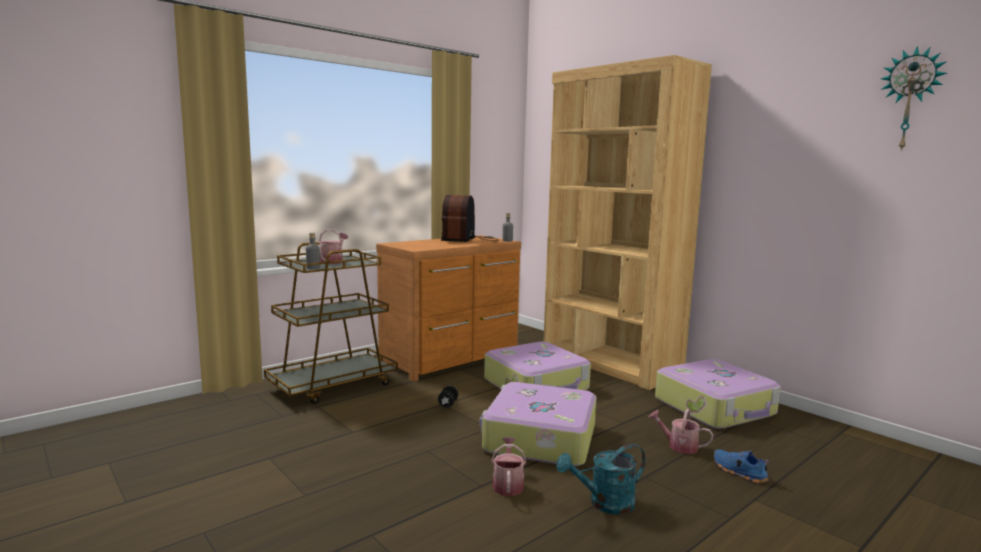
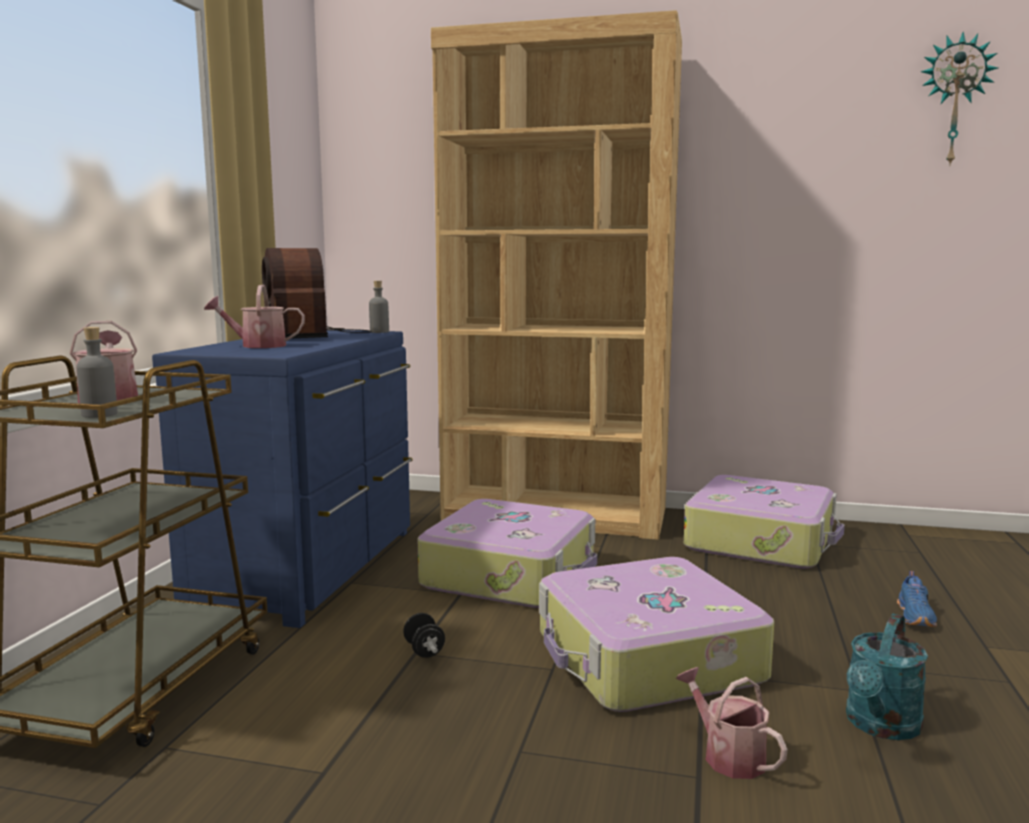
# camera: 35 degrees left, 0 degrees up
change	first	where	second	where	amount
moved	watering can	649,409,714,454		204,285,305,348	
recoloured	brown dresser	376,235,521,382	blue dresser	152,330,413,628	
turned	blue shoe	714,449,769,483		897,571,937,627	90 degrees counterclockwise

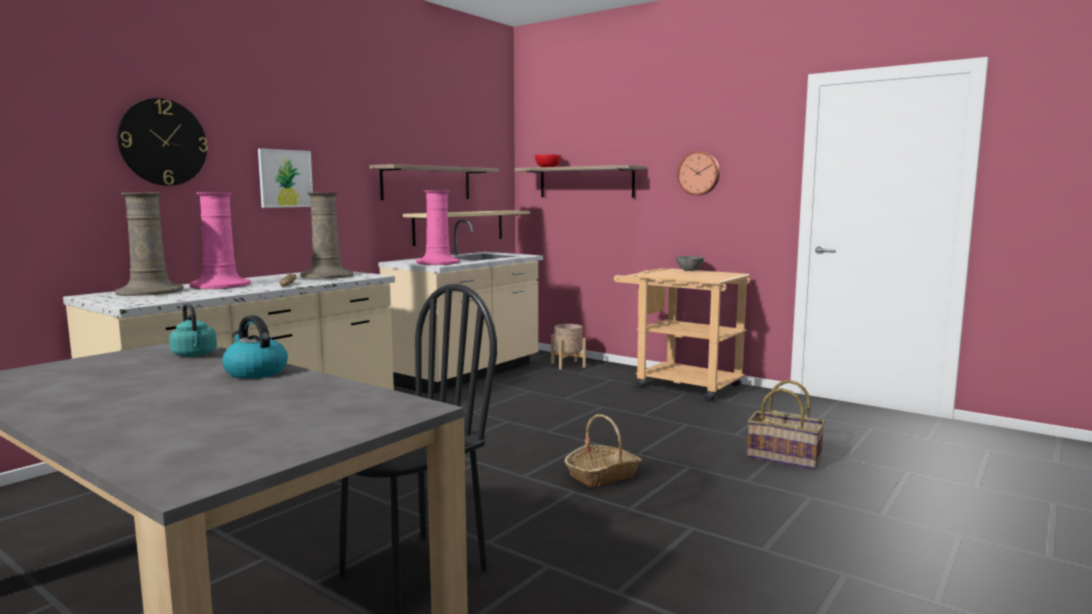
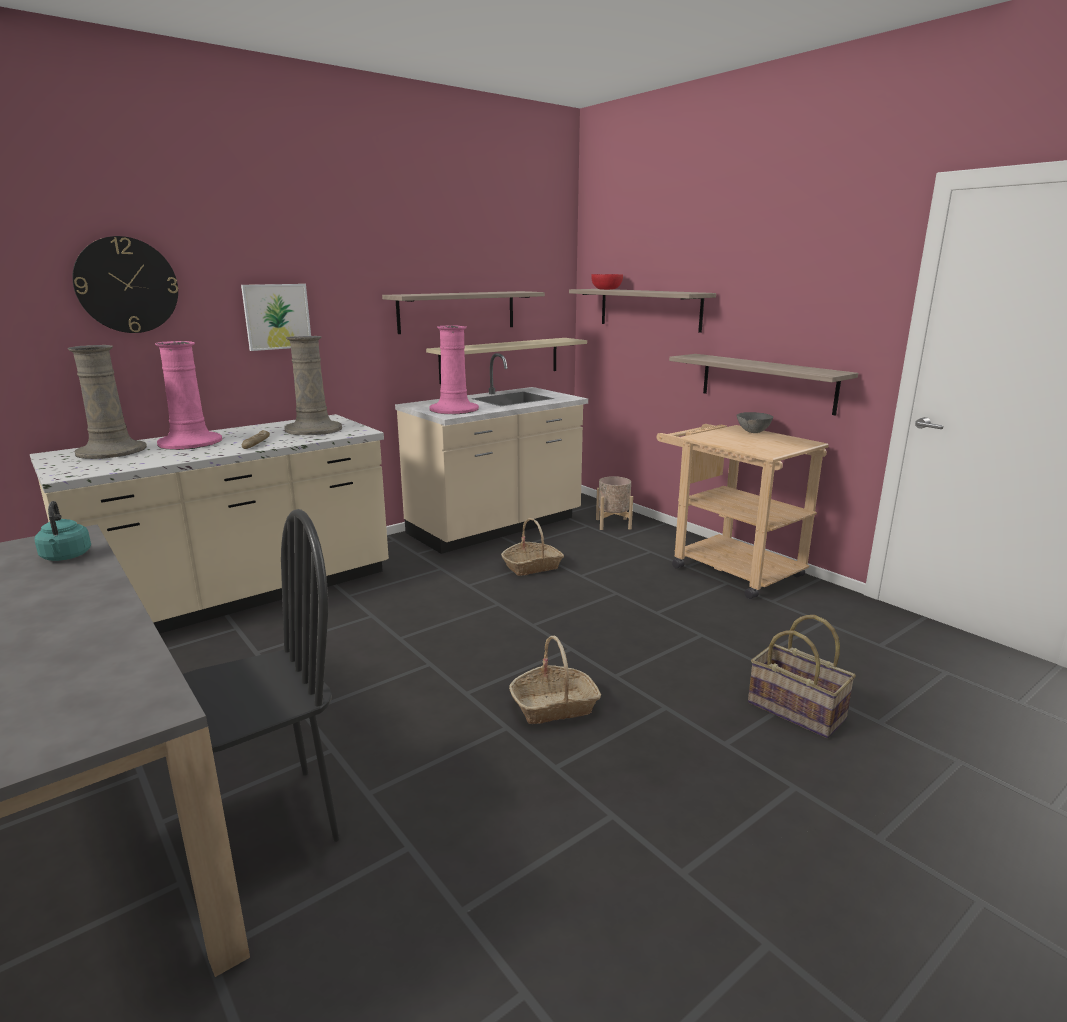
# camera: 15 degrees right, 10 degrees up
change	first	where	second	where	amount
removed	kettle	222,315,288,379			
removed	wall clock	677,151,720,195			
added			basket	501,518,564,576	
added			shelf	669,354,858,416	

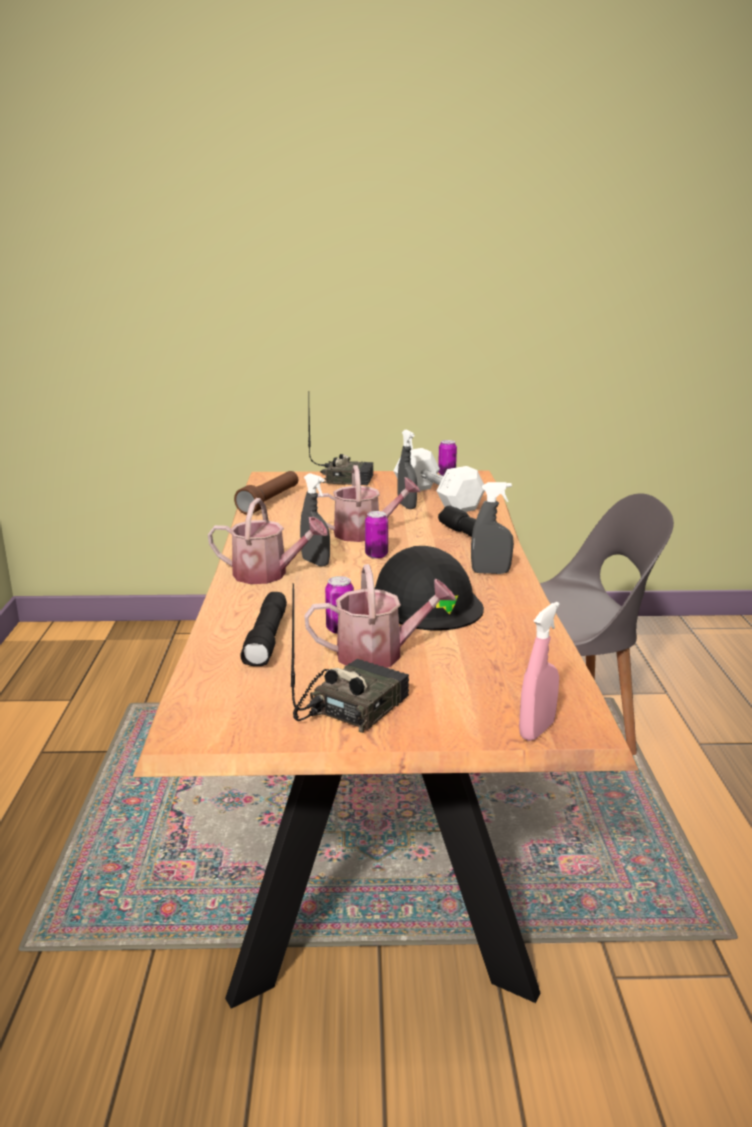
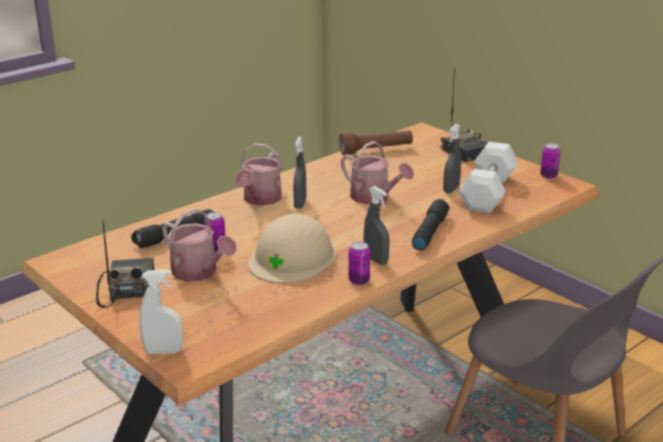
# camera: 50 degrees right, 5 degrees up
change	first	where	second	where	amount
moved	can	365,511,388,559		349,241,370,285	
recoloured	black hard hat	374,546,484,631	beige hard hat	248,214,336,284	
recoloured	pink spray bottle	519,602,560,741	white spray bottle	139,270,183,354	
turned	watering can	208,498,328,584		235,143,283,206	45 degrees clockwise
turned	radio	291,583,409,733		96,219,155,308	90 degrees counterclockwise

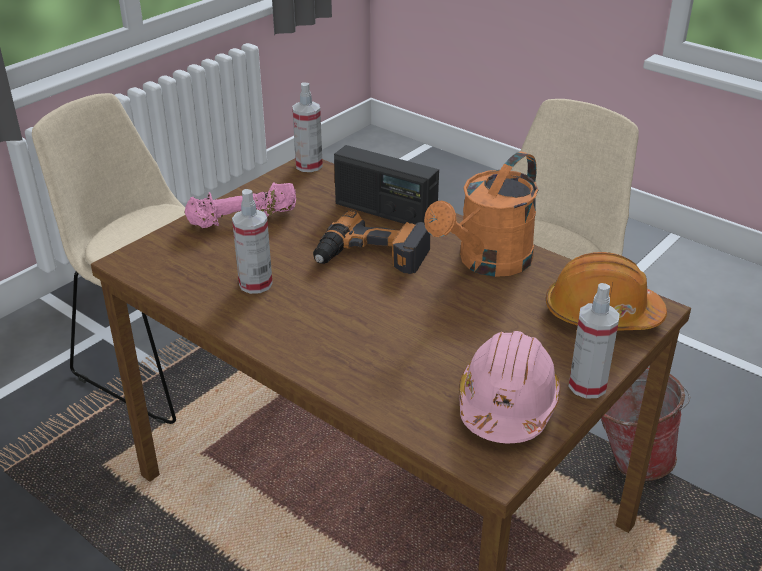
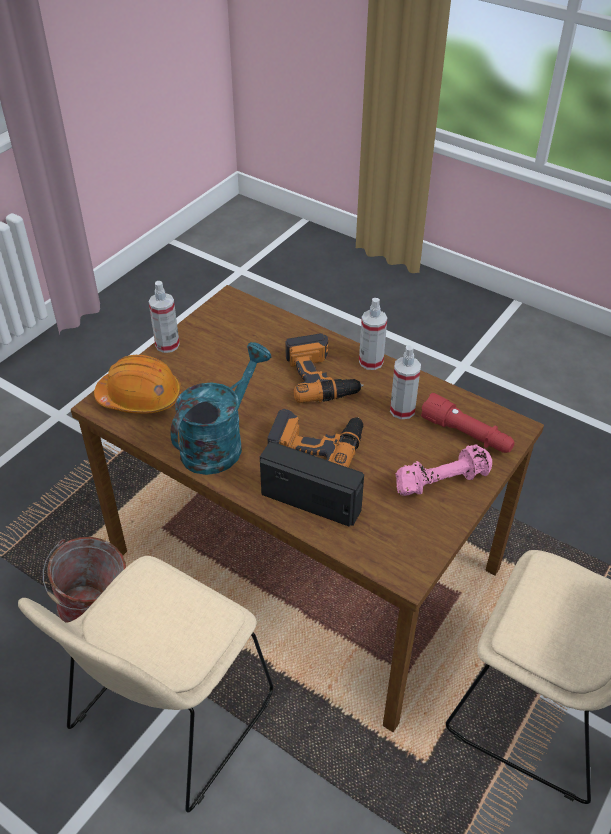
# camera: 175 degrees right, 10 degrees up
change	first	where	second	where	amount
removed	pink hard hat	459,331,560,443			
added			power drill	285,333,364,403	
added			red flashlight	421,393,515,453	
moved	spray bottle	292,83,323,172		359,298,387,370	
recoloured	orange watering can	424,151,538,277	turquoise watering can	170,342,271,475	

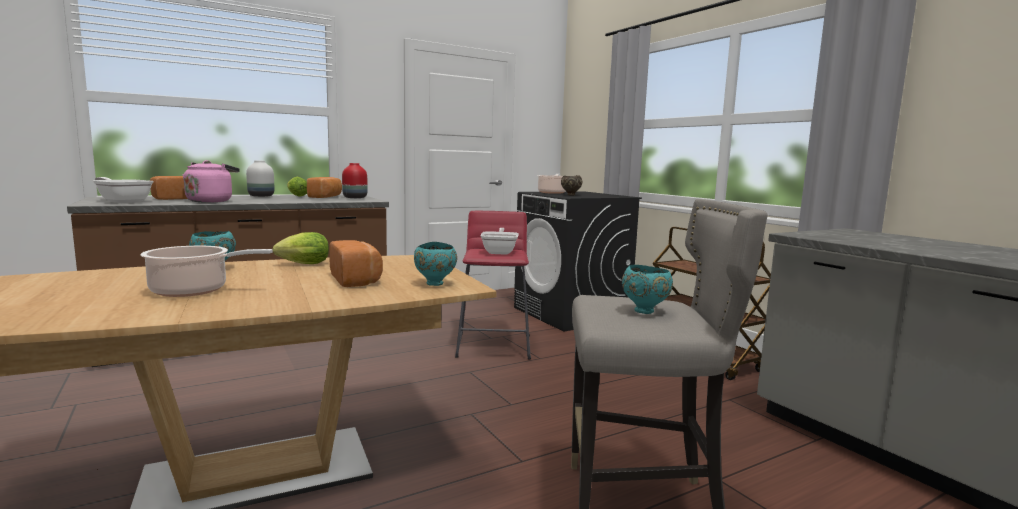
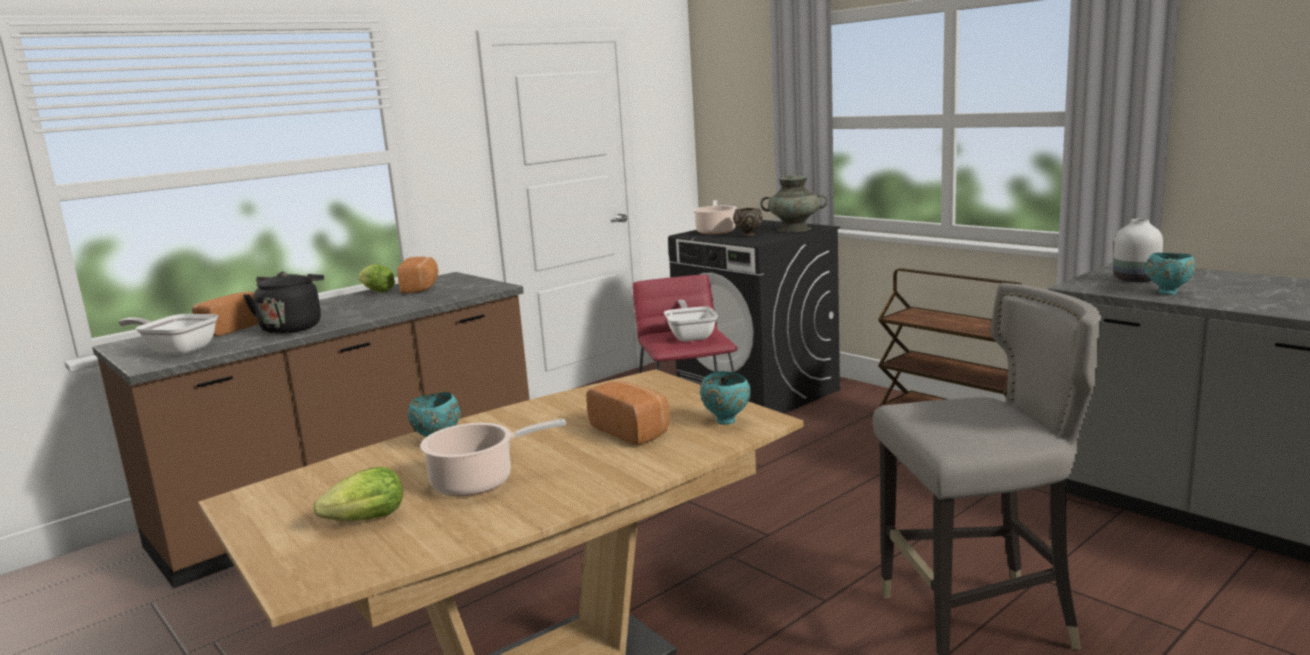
# camera: 10 degrees left, 5 degrees up
change	first	where	second	where	amount
removed	red vase	342,163,367,198			
added			turquoise vase	760,175,828,232	
moved	white vase	246,160,274,197		1113,219,1163,282	
moved	lettuce	273,232,329,264		314,467,403,521	
moved	turquoise bowl	622,265,673,314		1146,253,1195,295	
recoloured	pink kettle	182,160,240,202	black kettle	243,272,324,334	

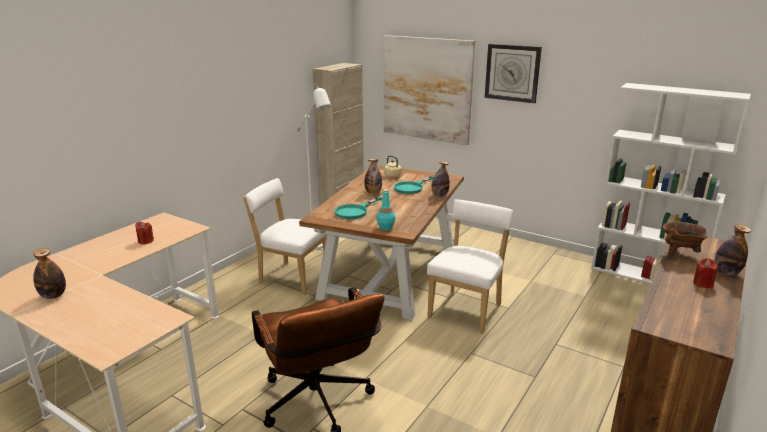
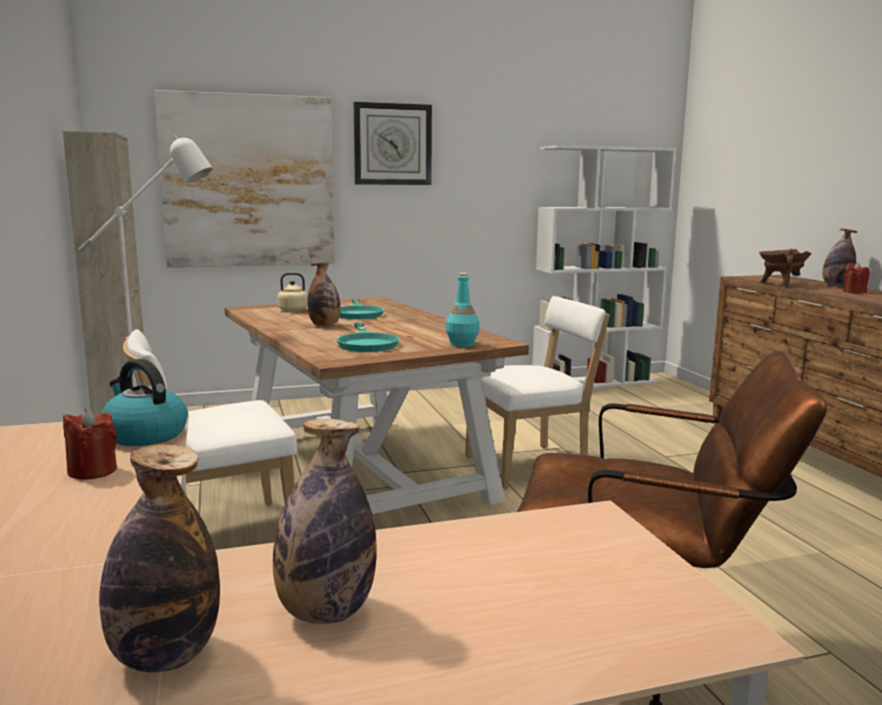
# camera: 50 degrees left, 10 degrees down
change	first	where	second	where	amount
added			kettle	101,359,188,446	
moved	bottle	431,161,450,197		273,419,377,624	
turned	white chair	427,199,513,333		465,296,610,489	90 degrees clockwise

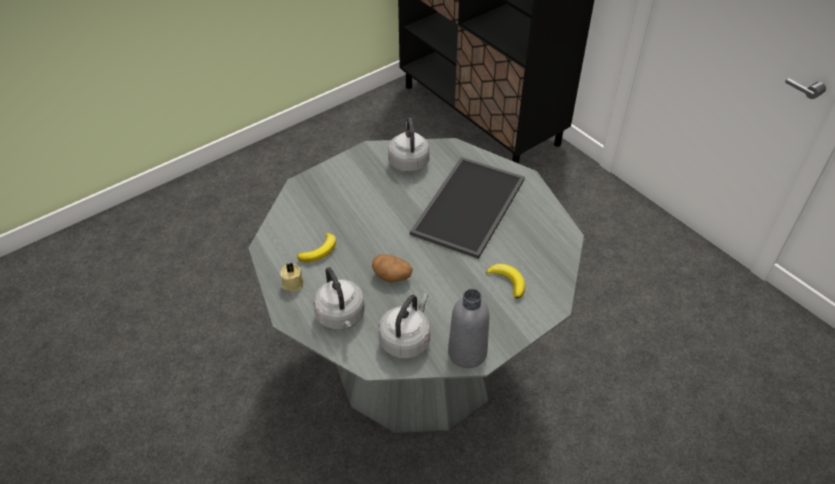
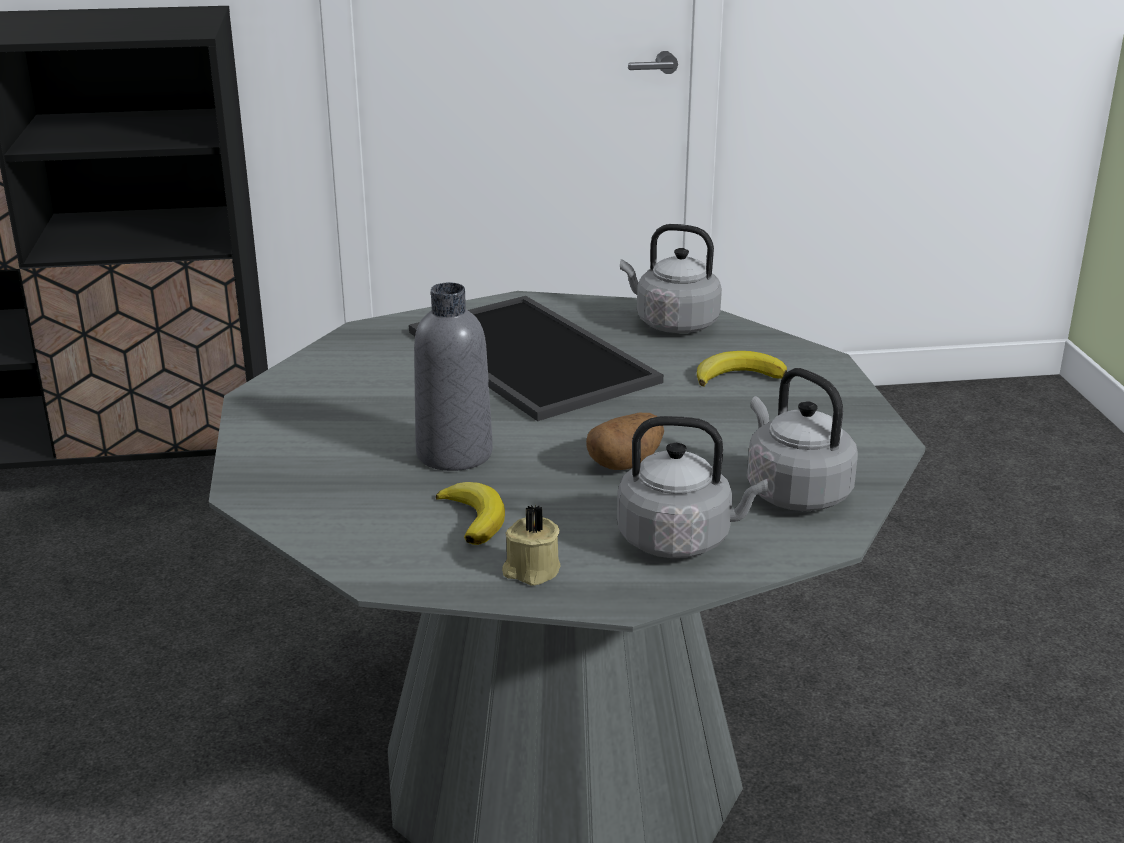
# camera: 60 degrees left, 20 degrees down
change	first	where	second	where	amount
moved	grey kettle	388,117,430,173		620,224,722,333	
moved	grey bottle	448,289,490,368		414,283,493,471	

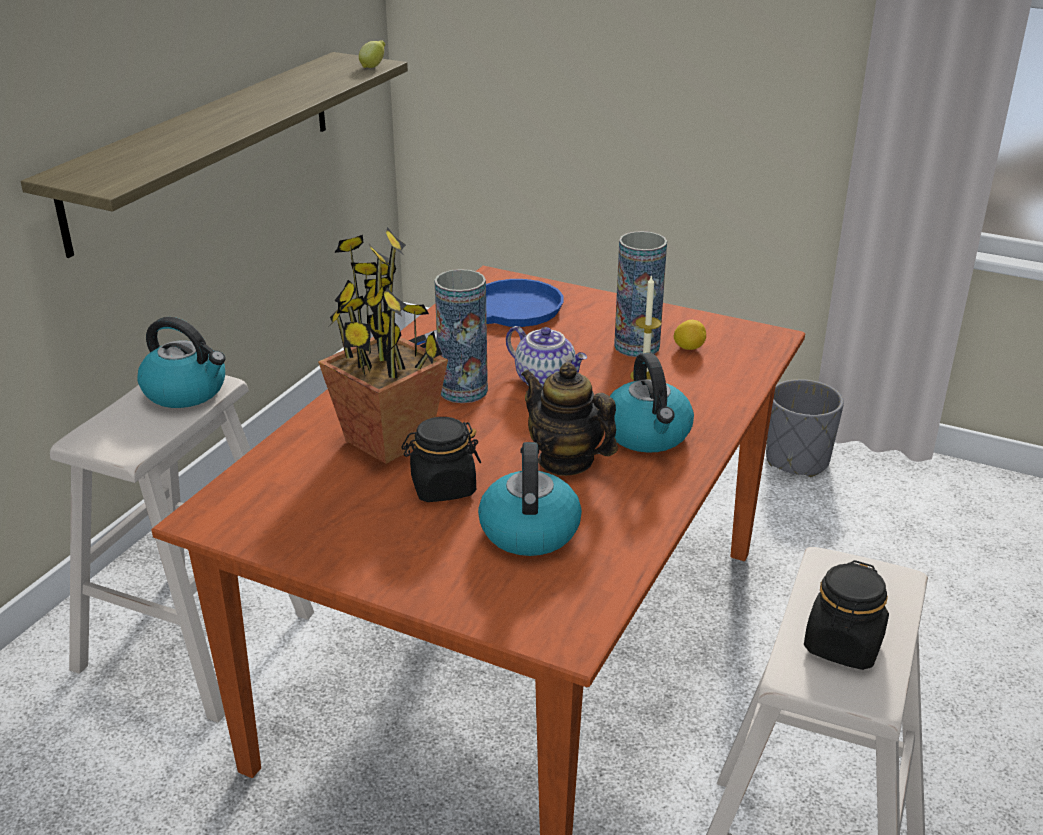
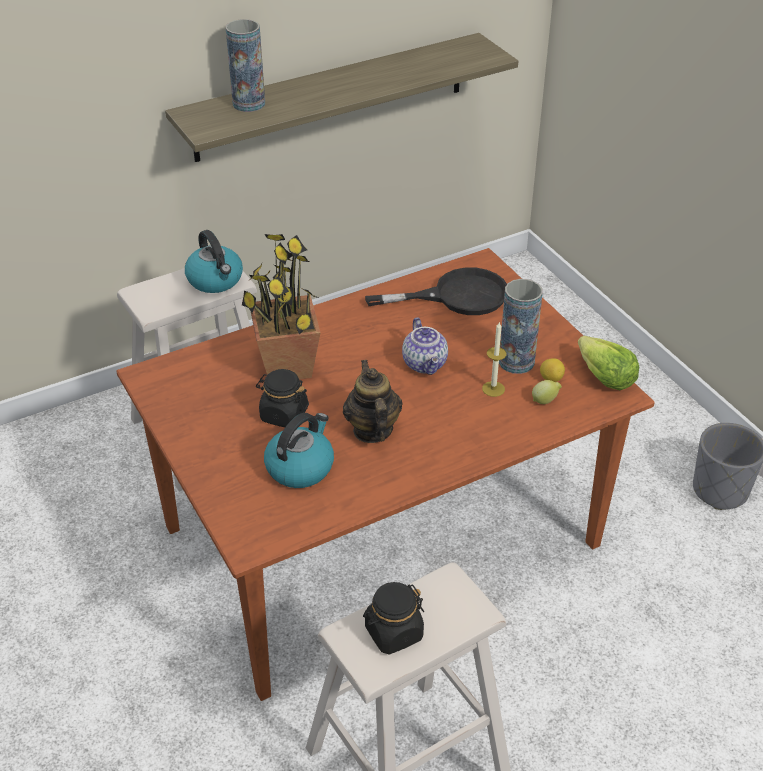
# camera: 35 degrees right, 10 degrees up
change	first	where	second	where	amount
removed	kettle	610,353,694,453			
added			lettuce	578,336,639,390	
moved	lemon	359,40,385,68		532,380,562,404	
moved	vase	435,269,488,403		226,19,265,112	
recoloured	blue frying pan	408,279,564,348	black frying pan	365,268,507,315	

